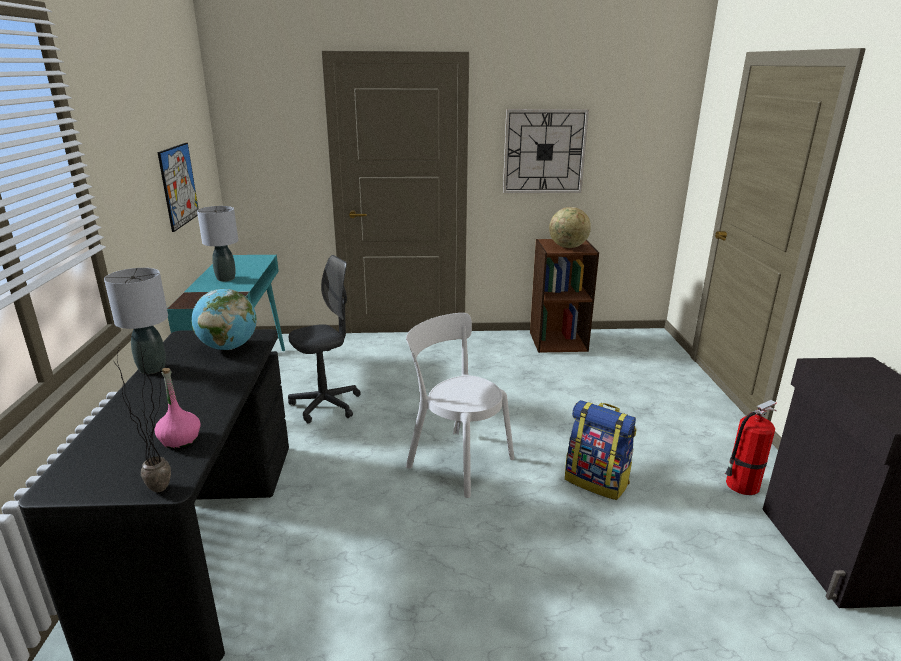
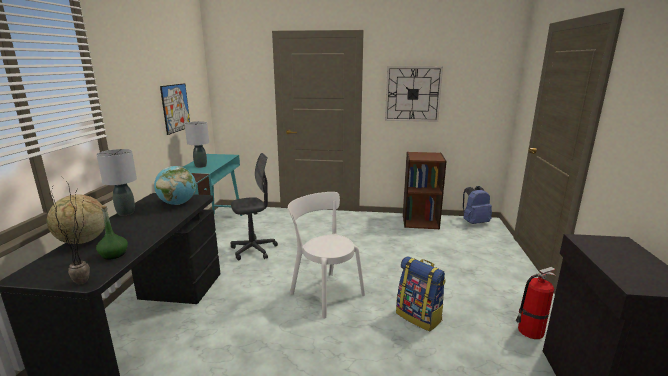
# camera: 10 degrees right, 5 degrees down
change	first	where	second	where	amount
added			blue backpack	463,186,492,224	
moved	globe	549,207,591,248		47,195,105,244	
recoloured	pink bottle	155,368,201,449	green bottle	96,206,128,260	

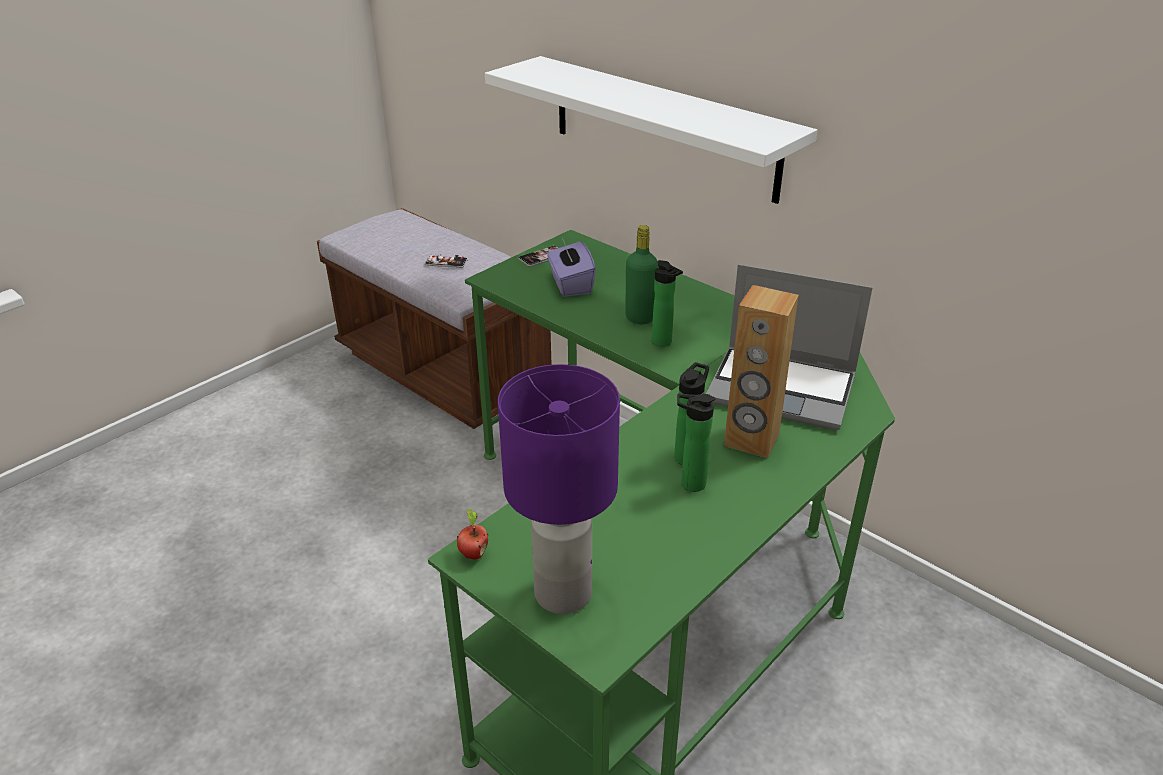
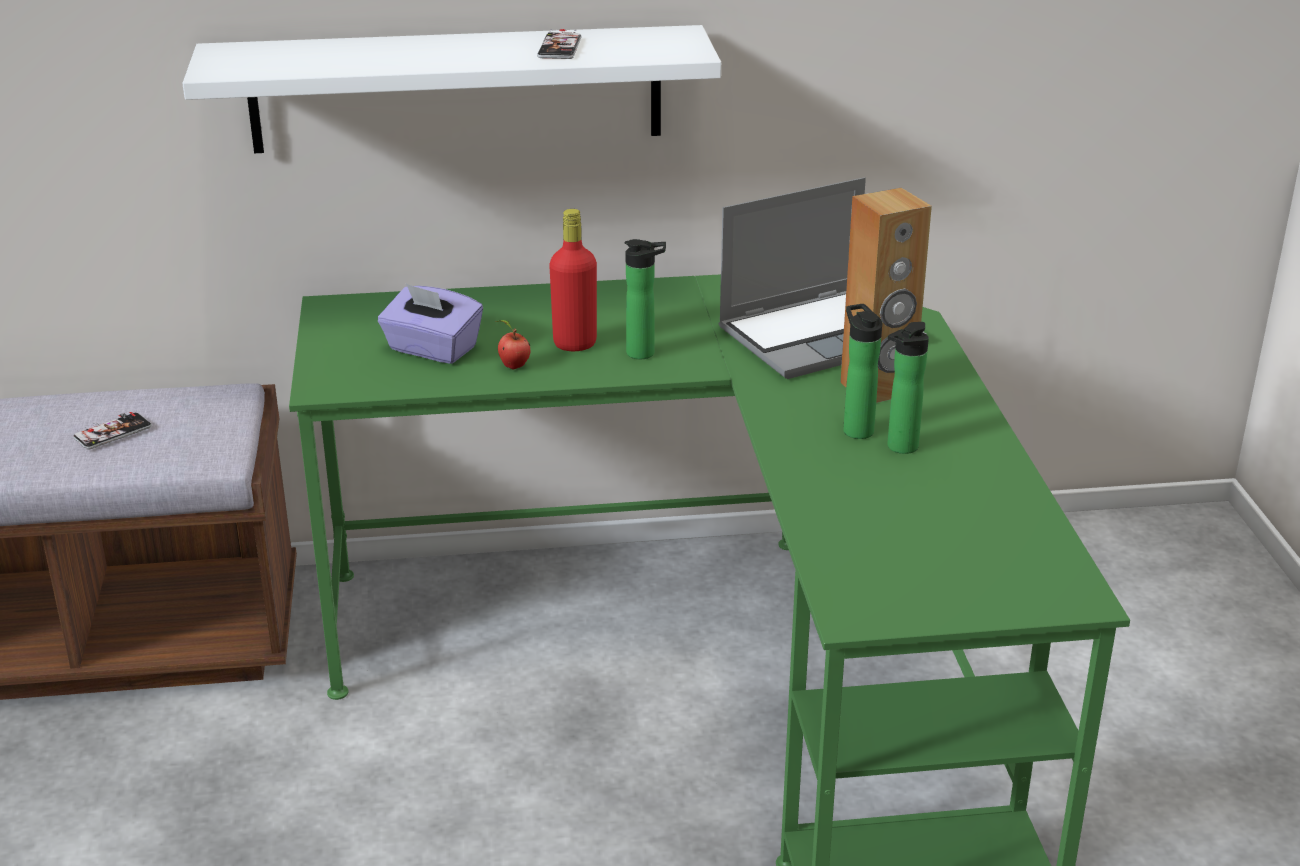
# camera: 50 degrees left, 5 degrees down
change	first	where	second	where	amount
removed	purple table lamp	498,364,620,614			
moved	apple	457,509,488,559		496,320,530,369	
moved	phone	519,244,558,267		537,29,582,59	
recoloured	green bottle	625,225,658,324	red bottle	549,209,597,351	

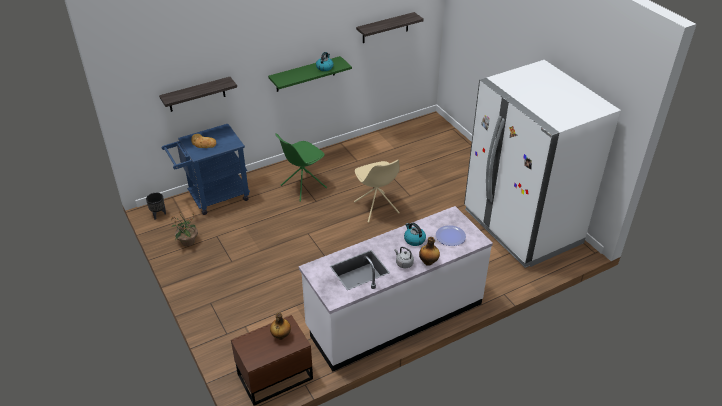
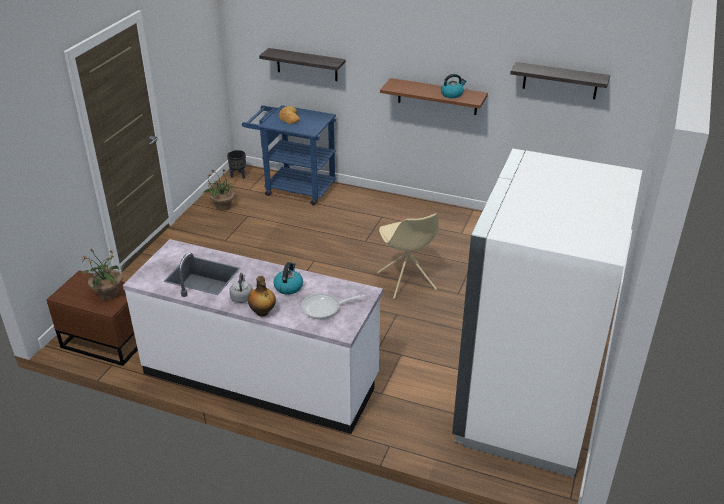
# camera: 50 degrees right, 5 degrees down
change	first	where	second	where	amount
removed	green chair	275,133,327,202			
replaced	bottle	270,313,291,340	potted plant	81,248,122,300	
replaced	plate	436,225,466,246	frying pan	301,293,365,319	
recoloured	green shelf	268,56,352,92	brown shelf	380,78,488,115	
turned	beige chair	354,160,400,223		377,213,439,299	45 degrees counterclockwise

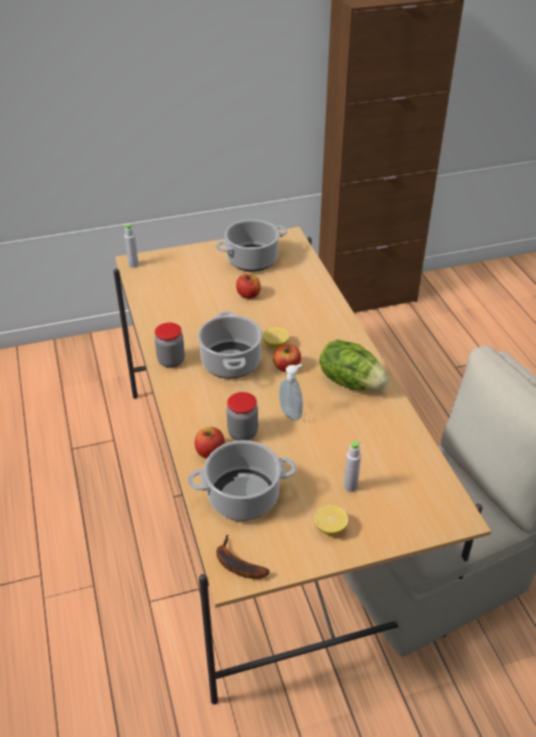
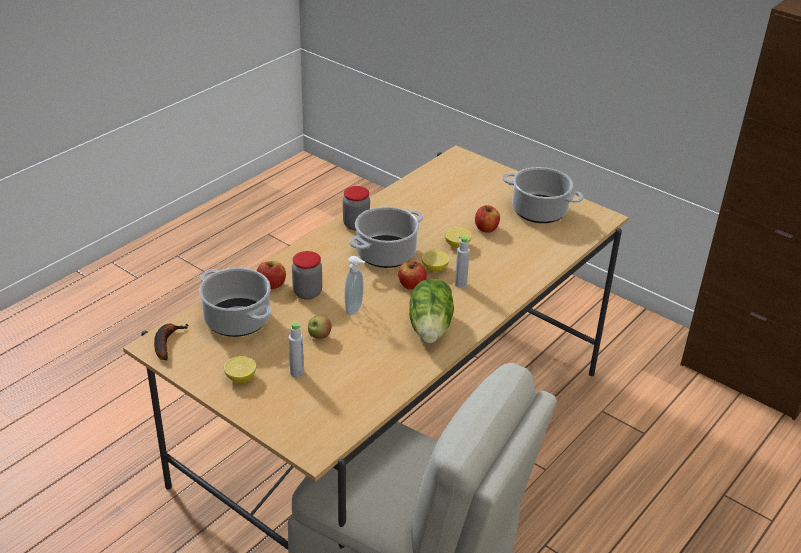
# camera: 55 degrees right, 5 degrees down
change	first	where	second	where	amount
added			apple	308,315,332,339	
added			lemon	445,227,472,248	
moved	grey bottle	124,224,139,268		455,236,470,288	

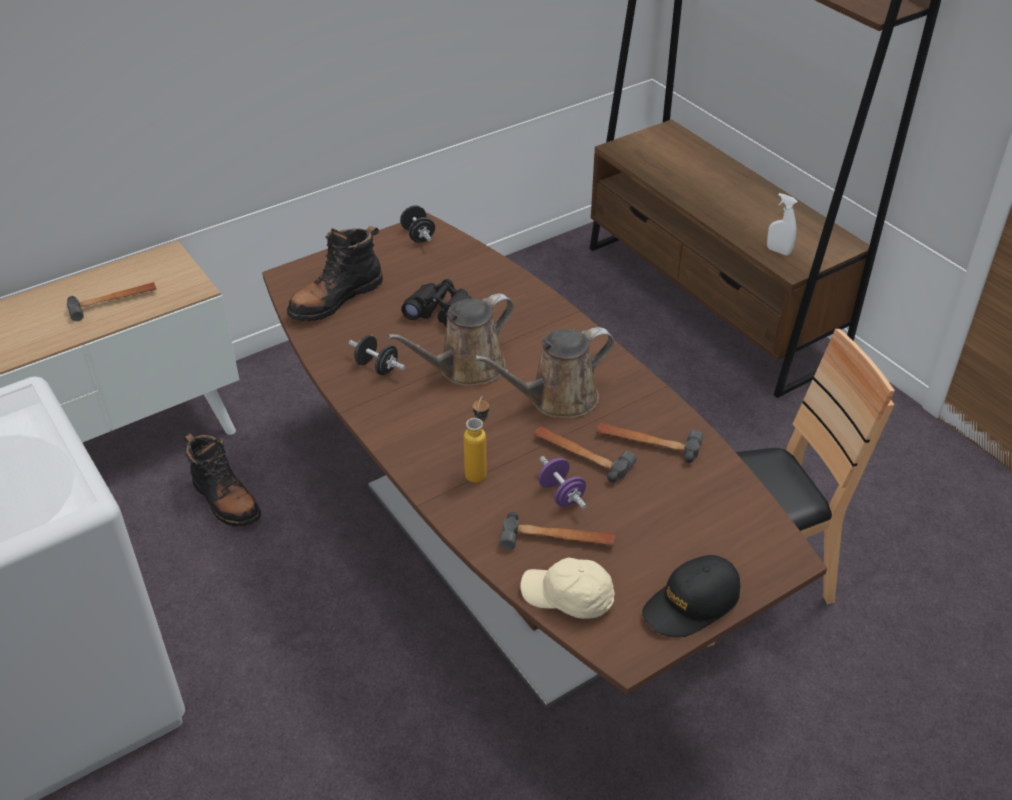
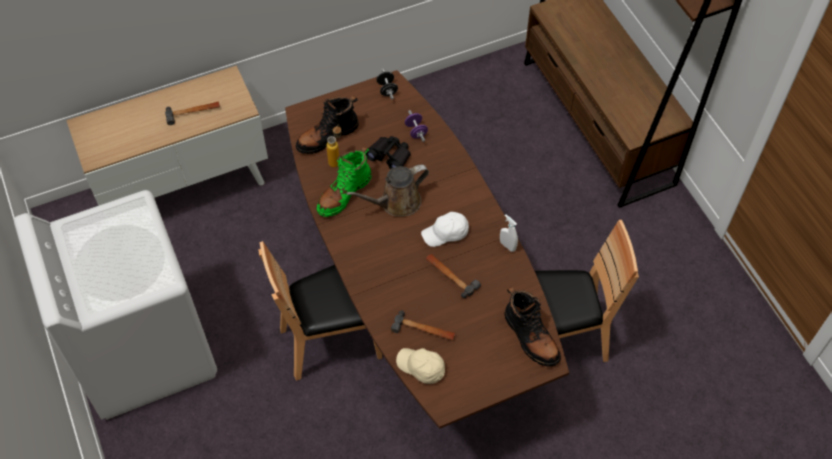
# camera: 10 degrees right, 15 degrees up
change	first	where	second	where	amount
removed	hammer	597,423,703,463			
removed	black cap	642,555,740,637			
added			brown chair	258,241,382,381	
moved	black boot	184,433,261,527		504,286,561,367	
moved	bottle	464,395,489,483		326,125,341,168	
moved	purple dumbbell	538,456,587,509		405,110,428,142	
moved	white spray bottle	767,193,798,256		500,214,518,252	
replaced	black dumbbell	349,335,405,375	green boot	316,147,371,217	
replaced	brown watering can	474,327,614,418	white cap	421,212,469,247	

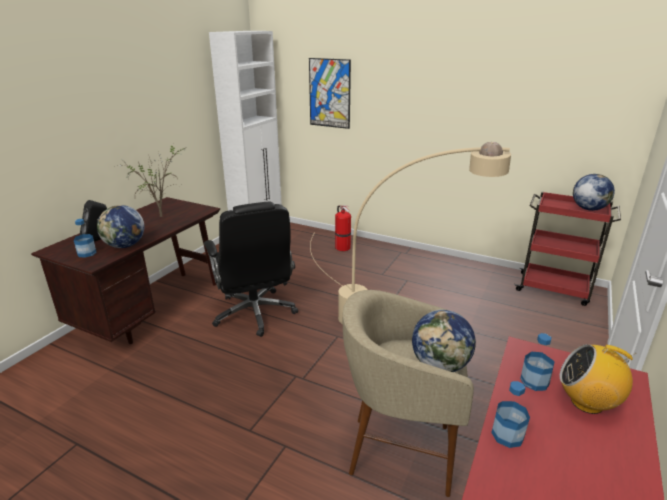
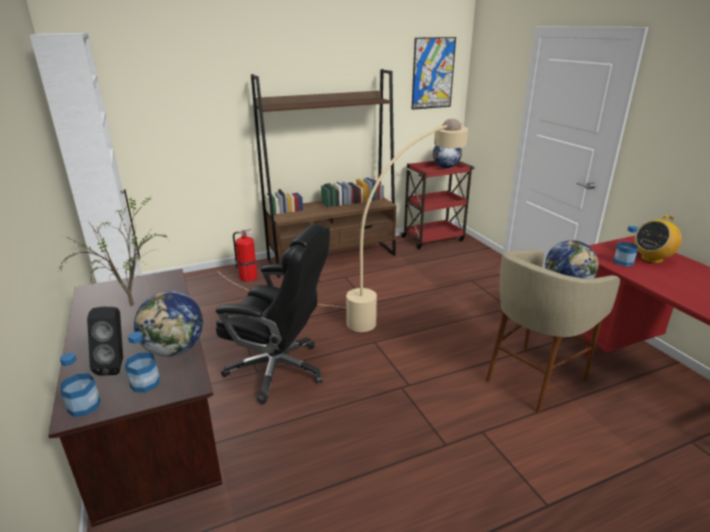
# camera: 50 degrees left, 0 degrees up
change	first	where	second	where	amount
added			brown bookcase	251,69,396,278	
moved	picture	309,58,351,129		412,37,456,110	
moved	bottle	491,381,530,448		60,353,101,417	

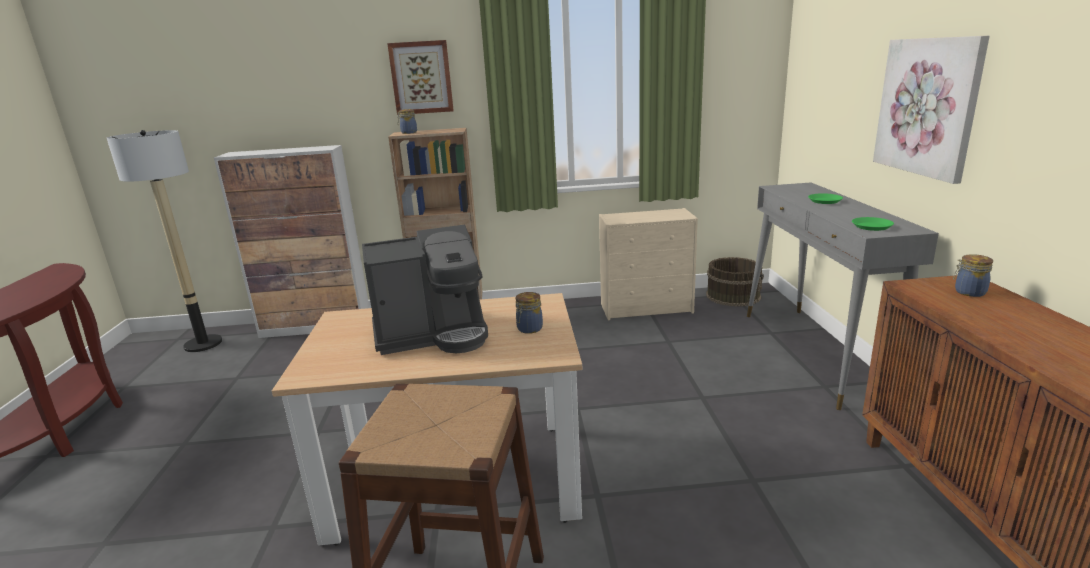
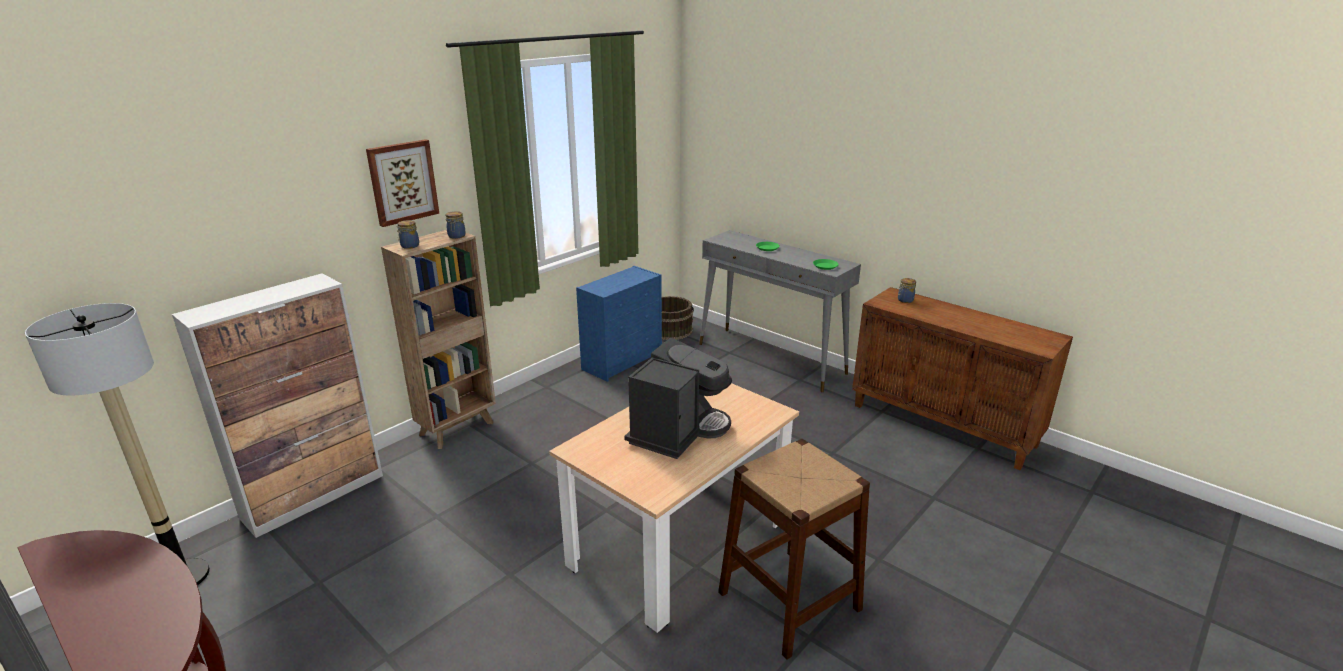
# camera: 45 degrees left, 5 degrees up
change	first	where	second	where	amount
removed	picture	873,36,990,184			
moved	jar	516,292,543,334		445,211,466,239	
recoloured	beige dresser	599,208,698,320	blue dresser	576,266,662,382	

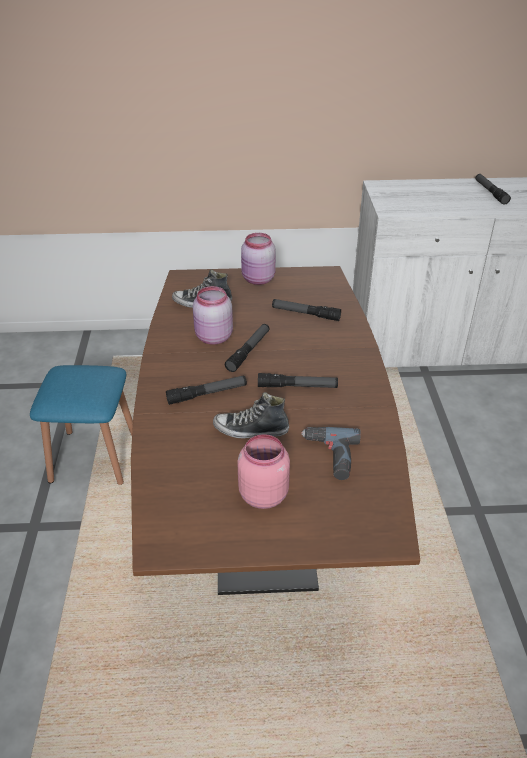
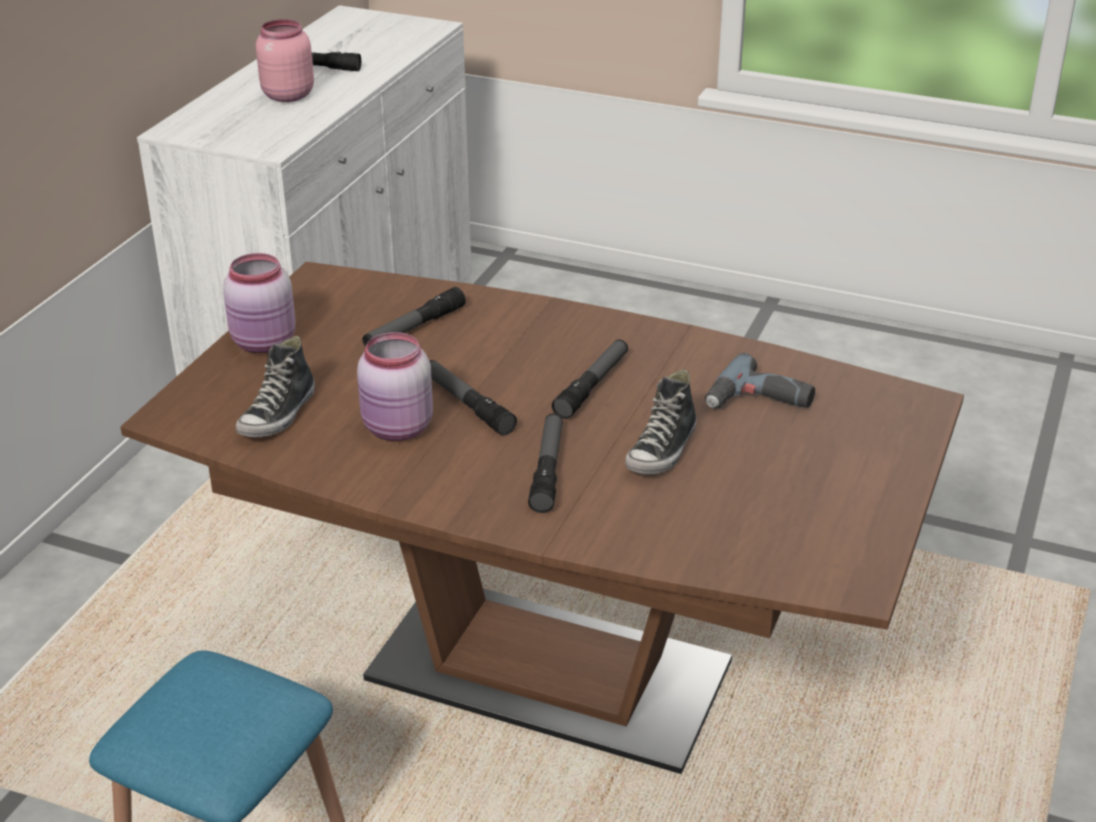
# camera: 65 degrees left, 5 degrees down
change	first	where	second	where	amount
moved	pink jar	237,434,290,509		256,19,314,102	

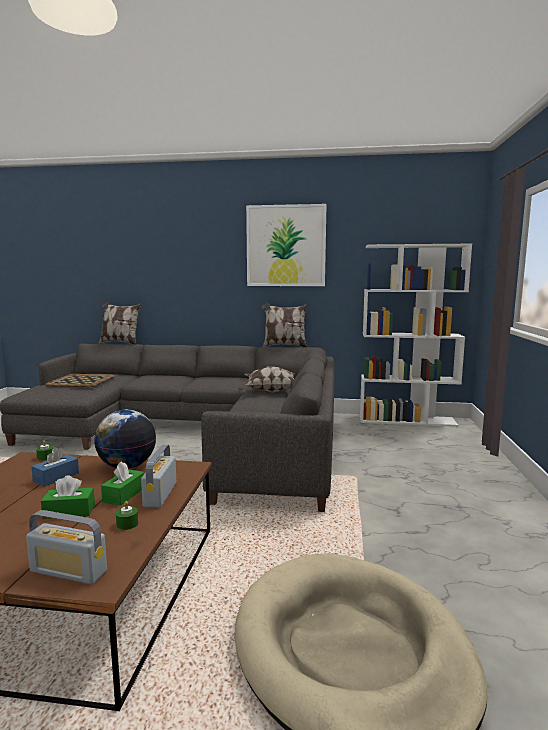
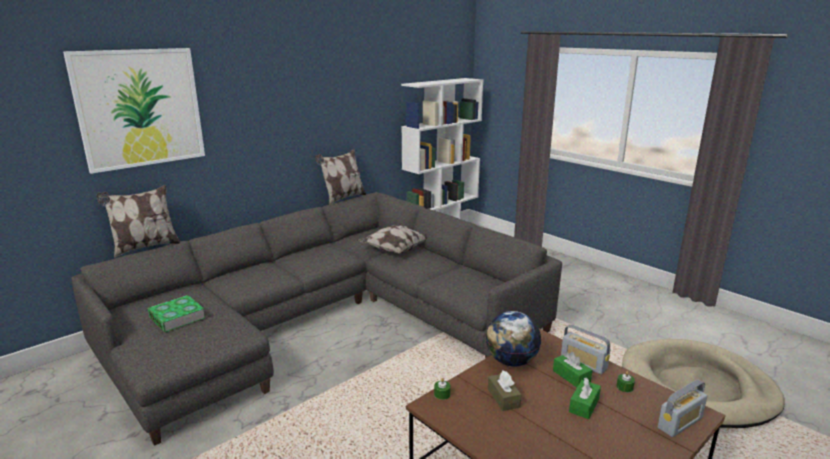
# camera: 50 degrees left, 10 degrees up
change	first	where	second	where	amount
moved	picture	246,204,327,286		63,48,205,174	
replaced	tray	45,374,115,387	book	148,295,206,332	
recoloured	blue tissue box	31,447,79,487	brown tissue box	488,370,521,411	

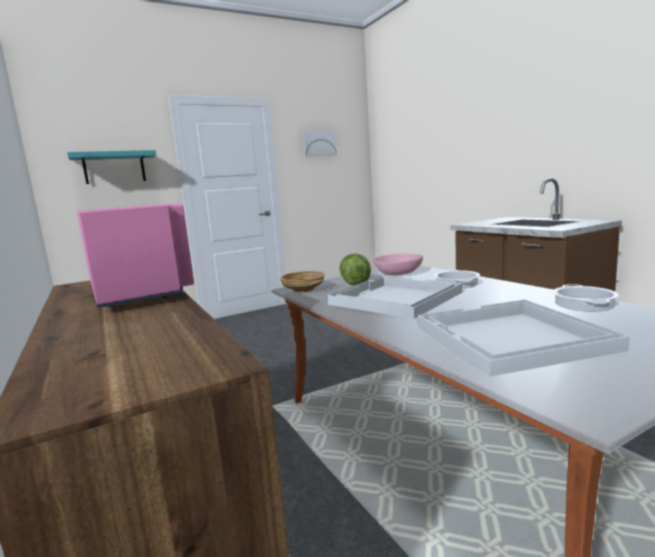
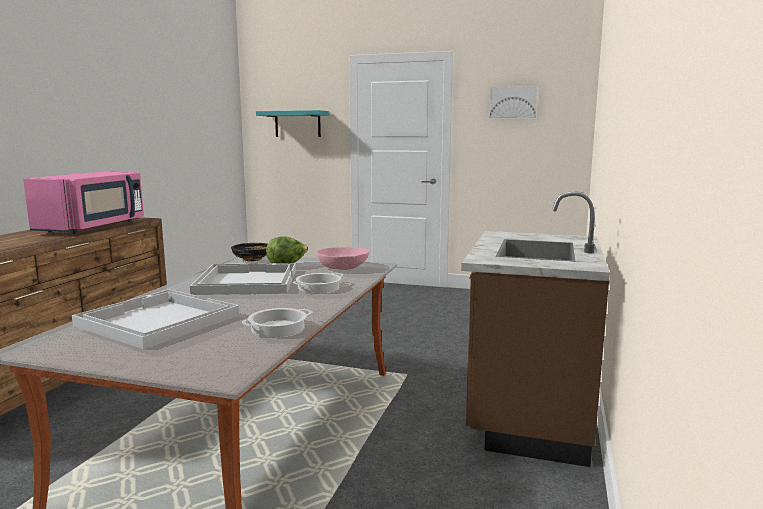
# camera: 45 degrees right, 0 degrees up
change	first	where	second	where	amount
recoloured	beige bowl	280,271,325,292	black bowl	231,243,268,261	

